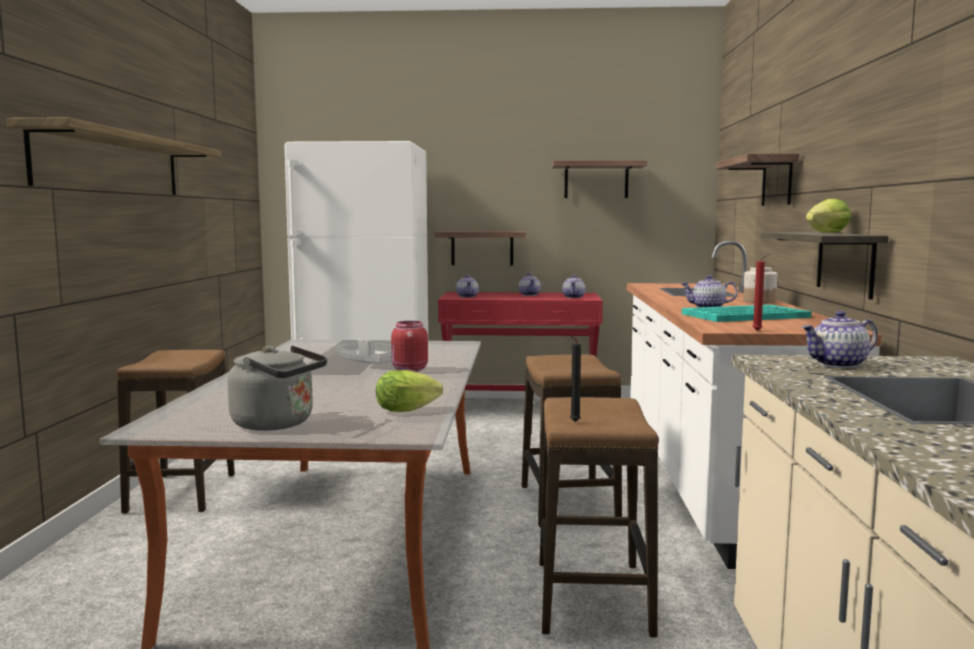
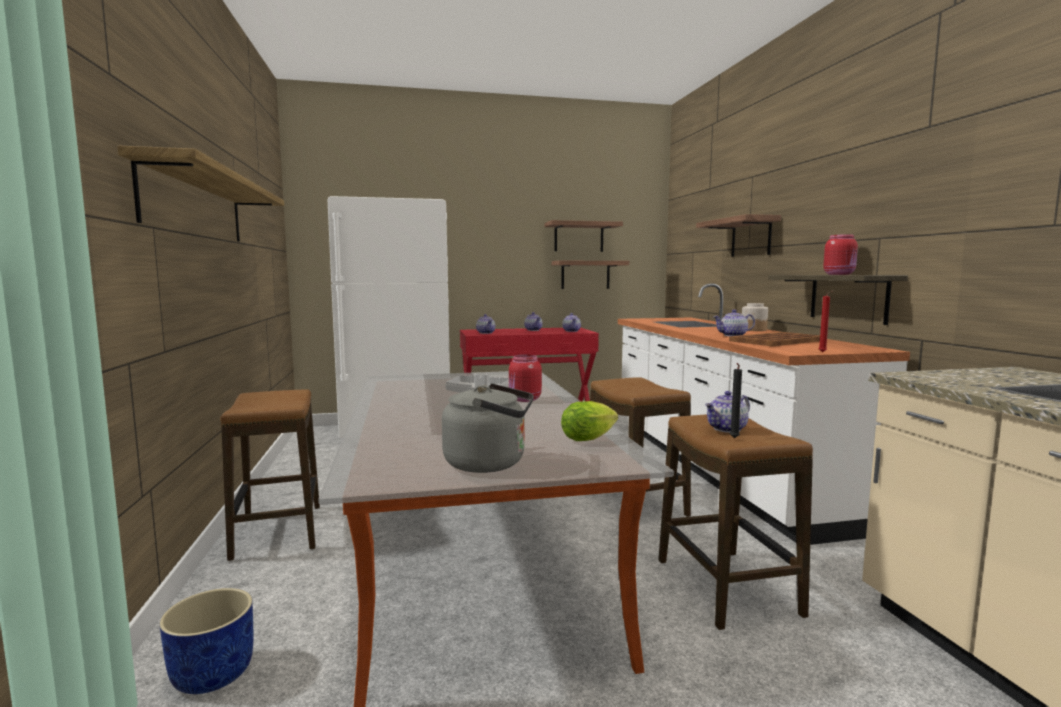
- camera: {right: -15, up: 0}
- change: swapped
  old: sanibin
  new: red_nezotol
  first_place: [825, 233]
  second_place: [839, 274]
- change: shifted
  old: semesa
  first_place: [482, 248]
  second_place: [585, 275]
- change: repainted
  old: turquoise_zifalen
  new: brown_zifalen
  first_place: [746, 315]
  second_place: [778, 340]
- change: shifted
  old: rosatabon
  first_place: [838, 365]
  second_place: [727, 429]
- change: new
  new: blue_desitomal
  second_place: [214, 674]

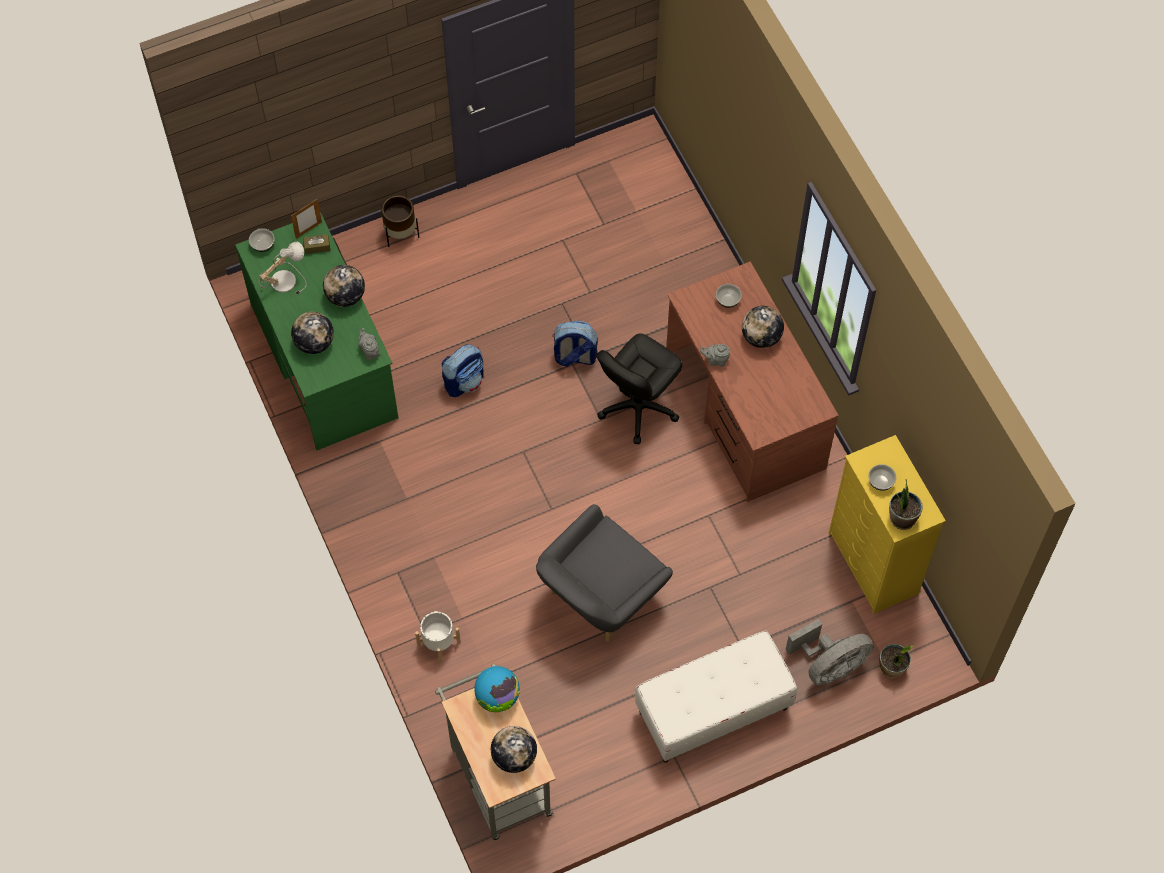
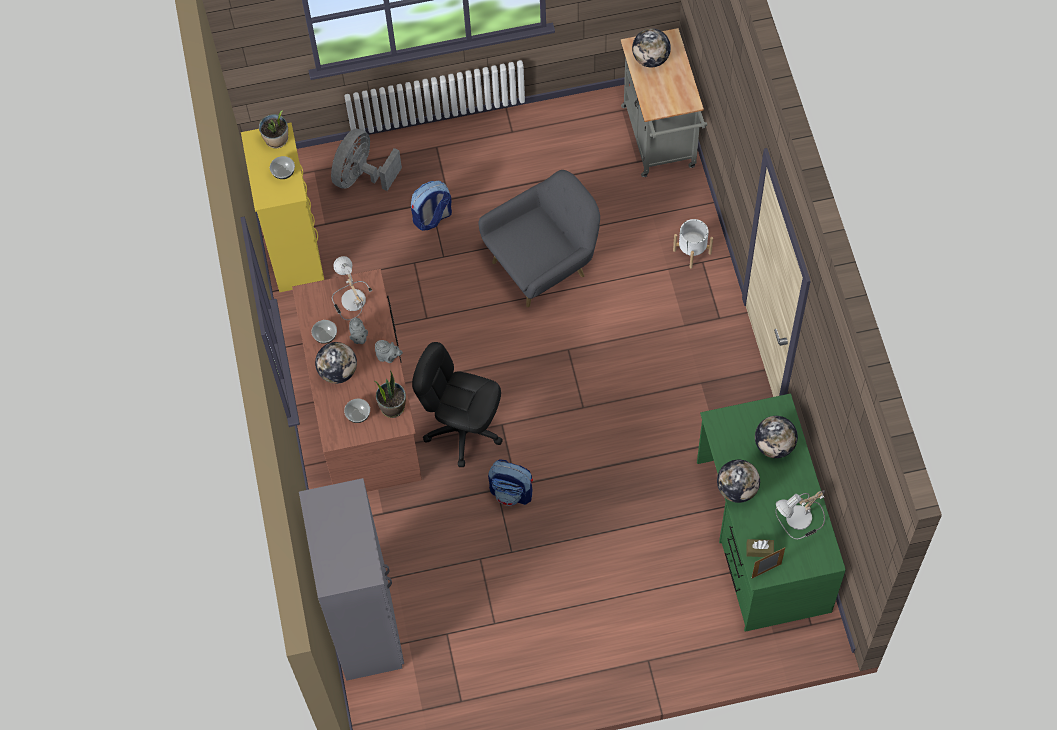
- camera: {right: -165, up: 0}
- change: gone
  old: brown_desitomal
  first_place: [401, 234]
- change: shifted
  old: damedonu
  first_place: [262, 245]
  second_place: [325, 336]
- change: shifted
  old: grey_rosatabon
  first_place: [369, 351]
  second_place: [359, 338]
- change: rotated
  old: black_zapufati
  first_place: [638, 407]
  second_place: [463, 430]
  degrees: -120
- change: shifted
  old: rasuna
  first_place: [464, 381]
  second_place: [432, 218]
- change: rotated
  old: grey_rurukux
  first_place: [829, 666]
  second_place: [362, 176]
  degrees: -45
- change: gone
  old: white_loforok
  first_place: [713, 711]
- change: shifted
  old: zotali
  first_place: [892, 667]
  second_place: [392, 407]
- change: gone
  old: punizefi
  first_place: [497, 697]
- change: new
  new: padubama
  second_place: [350, 300]
- change: new
  new: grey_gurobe
  second_place: [366, 623]

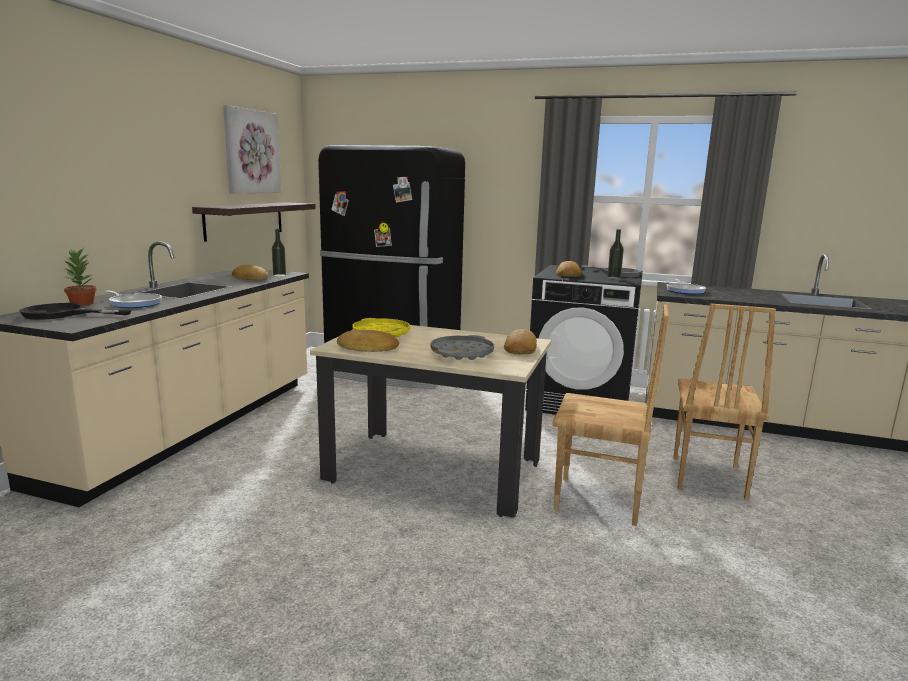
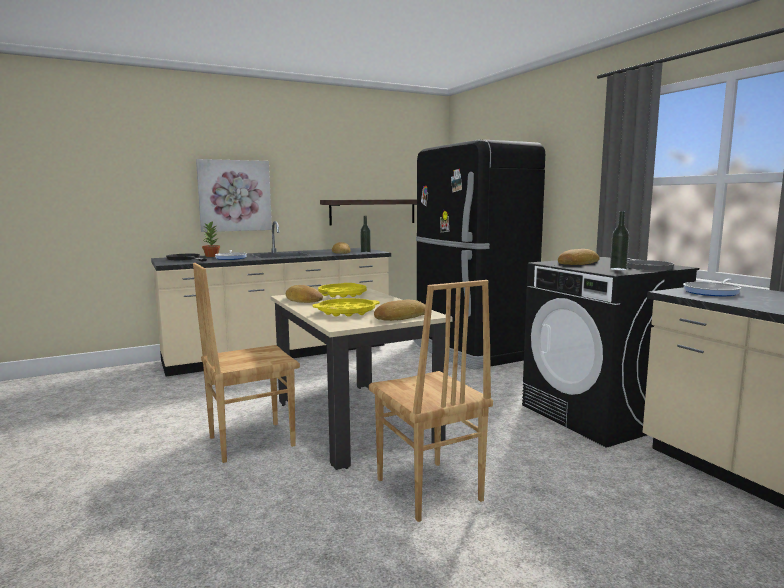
- camera: {right: 45, up: -5}
- change: shifted
  old: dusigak
  first_place: [251, 152]
  second_place: [234, 195]
- change: shifted
  old: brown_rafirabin
  first_place: [706, 478]
  second_place: [250, 441]
- change: repainted
  old: grey_zifalen
  new: yellow_zifalen
  first_place: [462, 353]
  second_place: [346, 312]

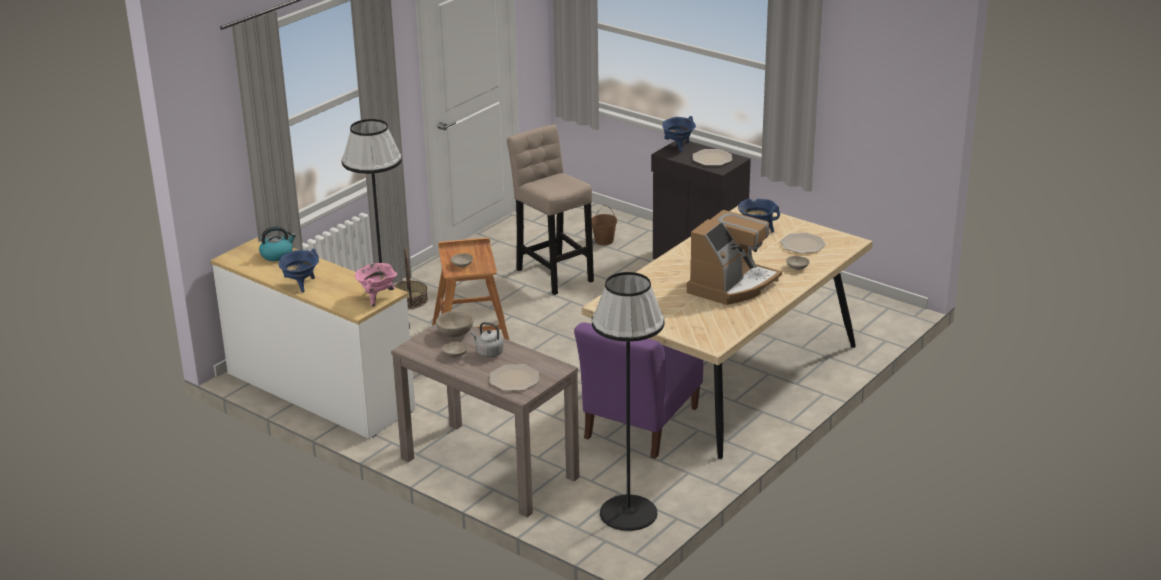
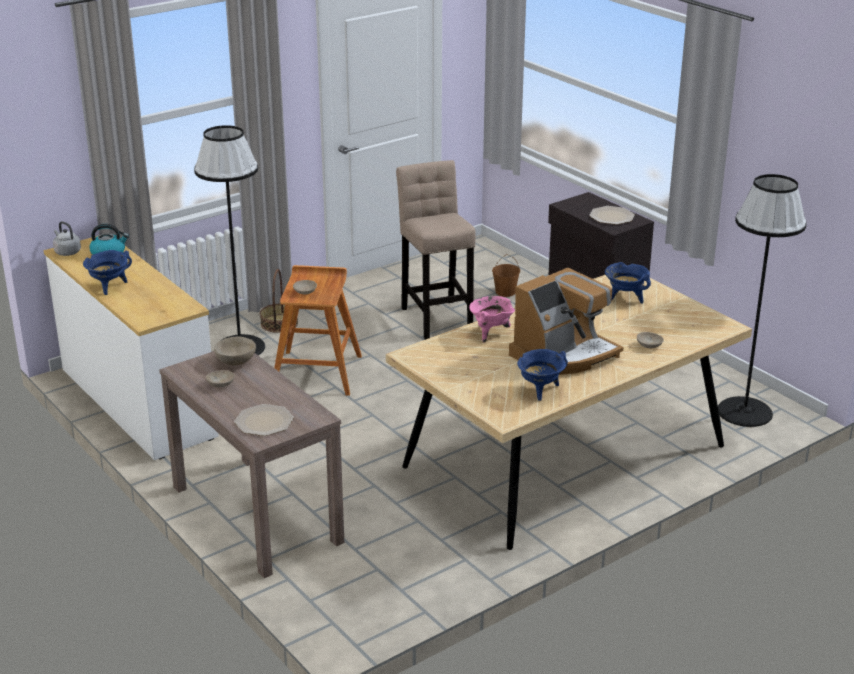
- camera: {right: 15, up: 0}
- change: shifted
  old: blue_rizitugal
  first_place: [678, 146]
  second_place: [540, 390]
- change: gone
  old: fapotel
  first_place: [802, 244]
- change: shifted
  old: pink_rizitugal
  first_place: [377, 298]
  second_place: [490, 333]
- change: shifted
  old: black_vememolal
  first_place: [628, 513]
  second_place: [745, 412]
- change: shifted
  old: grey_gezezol
  first_place: [488, 352]
  second_place: [67, 252]
- change: gone
  old: purple_rafirabin
  first_place: [639, 426]

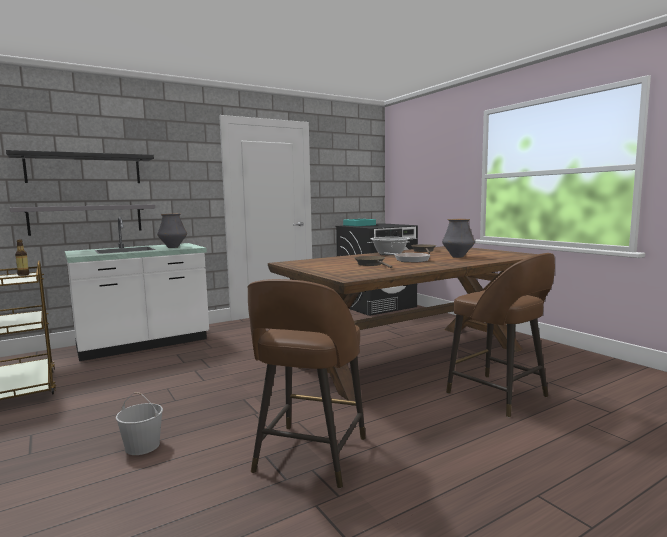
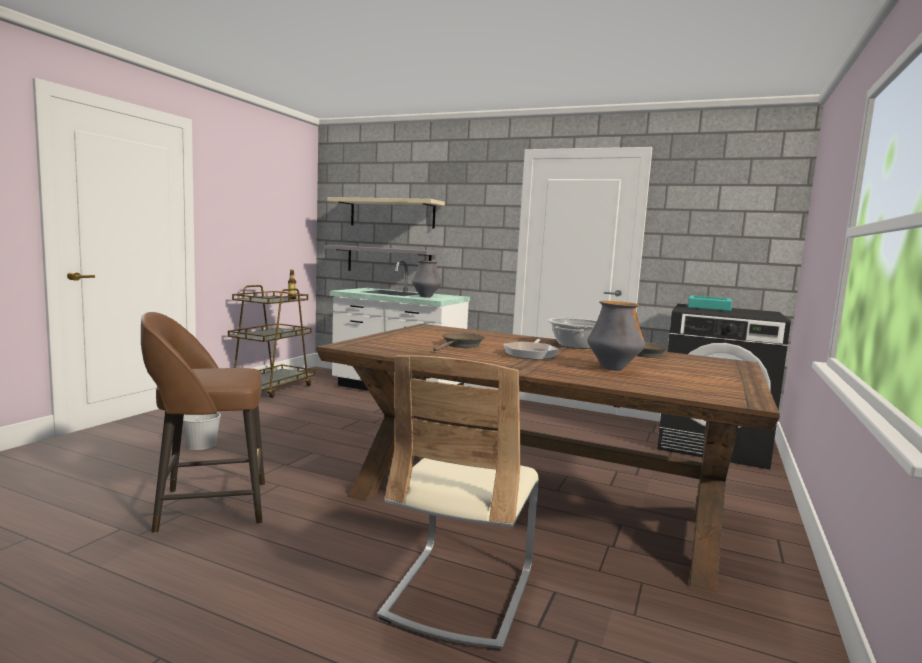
- camera: {right: 55, up: 0}
- change: repainted
  old: black_semesa
  new: beige_semesa
  first_place: [84, 169]
  second_place: [392, 213]
- change: swapped
  old: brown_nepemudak
  new: beige_rafirabin
  first_place: [499, 396]
  second_place: [459, 593]

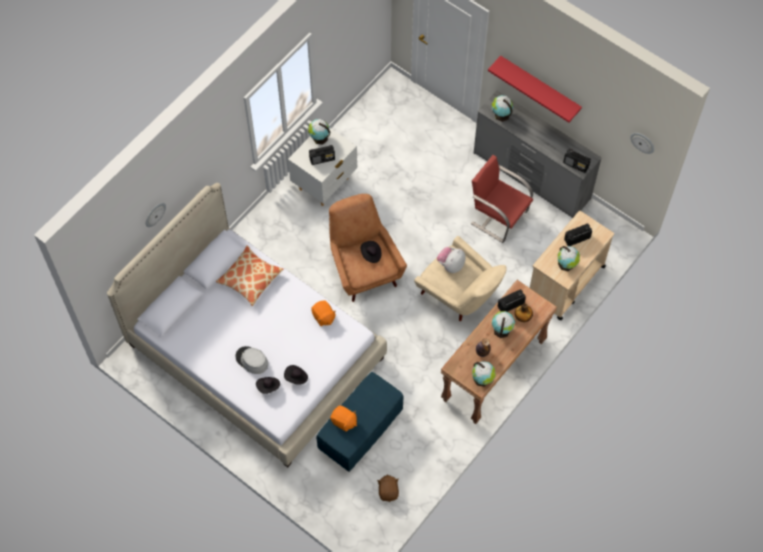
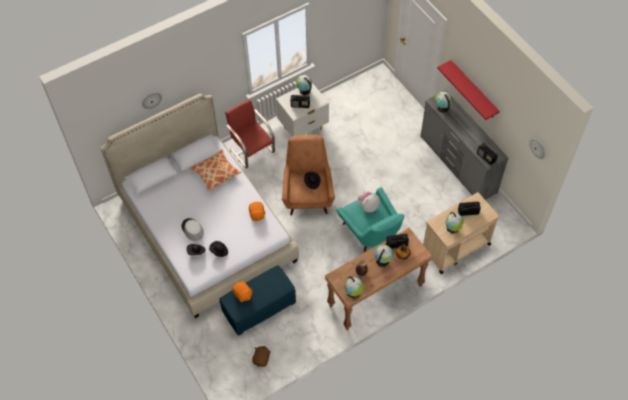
- camera: {right: 20, up: -5}
- change: shifted
  old: red_rafirabin
  first_place: [498, 216]
  second_place: [252, 150]
- change: repainted
  old: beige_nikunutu
  new: turquoise_nikunutu
  first_place: [459, 296]
  second_place: [371, 234]

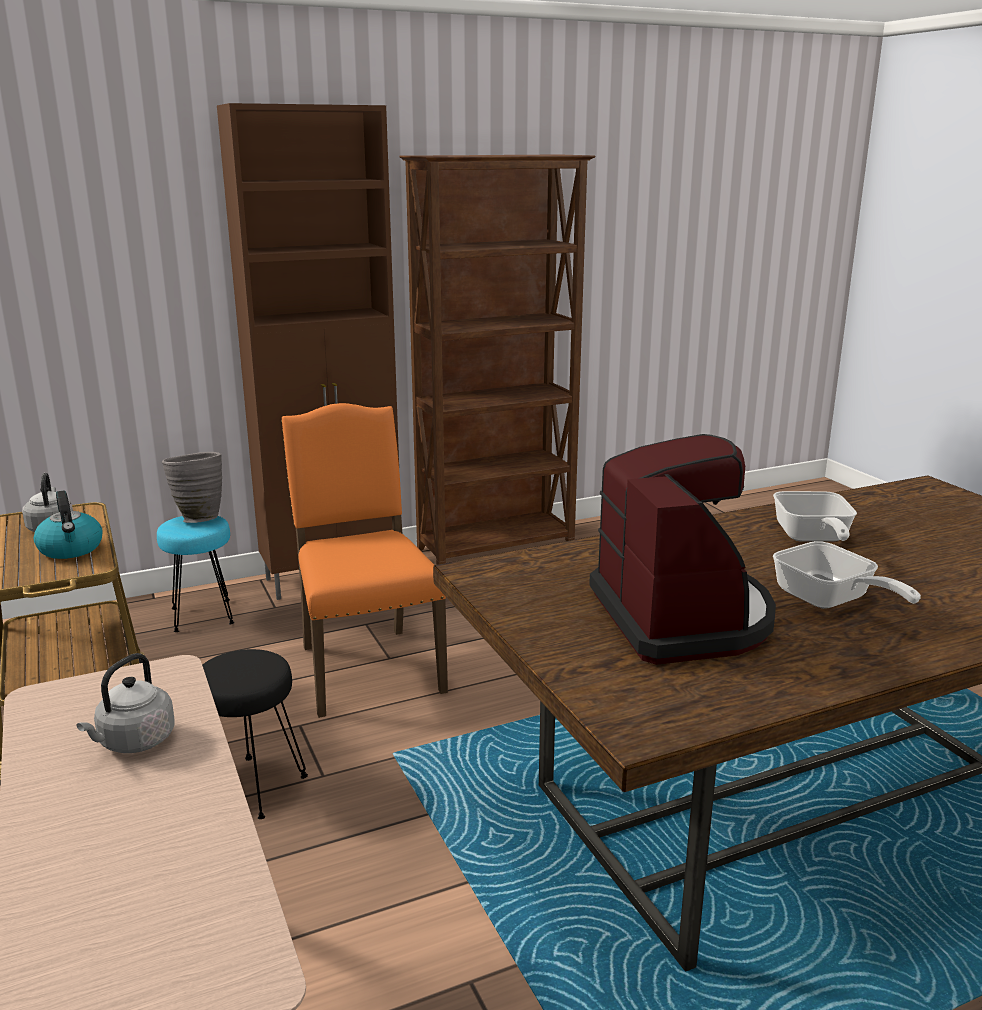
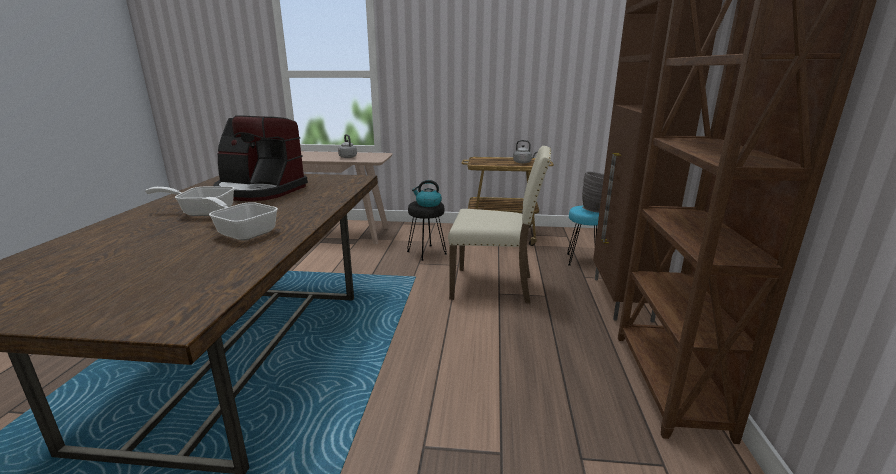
- camera: {right: 120, up: 0}
- change: repainted
  old: orange_rafirabin
  new: beige_rafirabin
  first_place: [366, 667]
  second_place: [494, 286]
- change: shifted
  old: gezezol
  first_place: [71, 549]
  second_place: [428, 204]

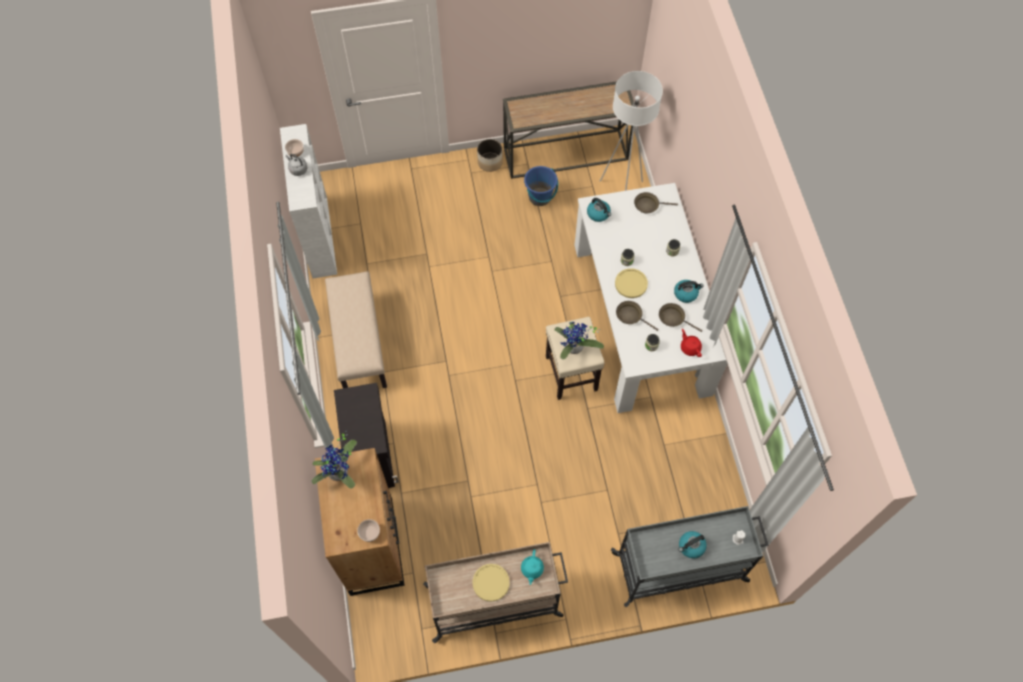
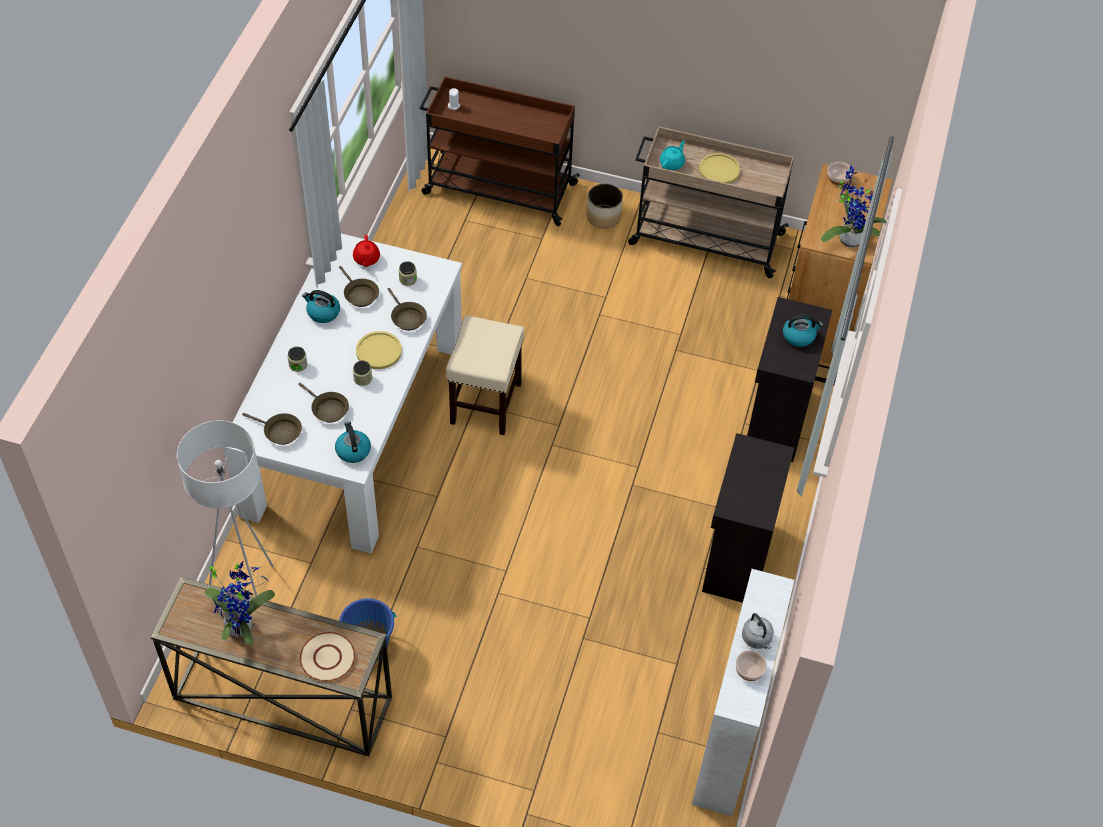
- camera: {right: -155, up: -10}
- change: shifted
  old: desitomal
  first_place: [490, 162]
  second_place: [603, 217]
- change: swapped
  old: beige_loforok
  new: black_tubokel
  first_place: [358, 343]
  second_place: [736, 558]
- change: shifted
  old: zotali
  first_place: [574, 349]
  second_place: [242, 624]
- change: repainted
  old: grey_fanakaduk
  new: brown_fanakaduk
  first_place: [681, 567]
  second_place: [498, 188]
- change: shifted
  old: gezezol
  first_place: [691, 547]
  second_place: [799, 336]
- change: new
  new: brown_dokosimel
  second_place: [327, 409]
- change: new
  new: beige_fapotel
  second_place: [328, 658]

